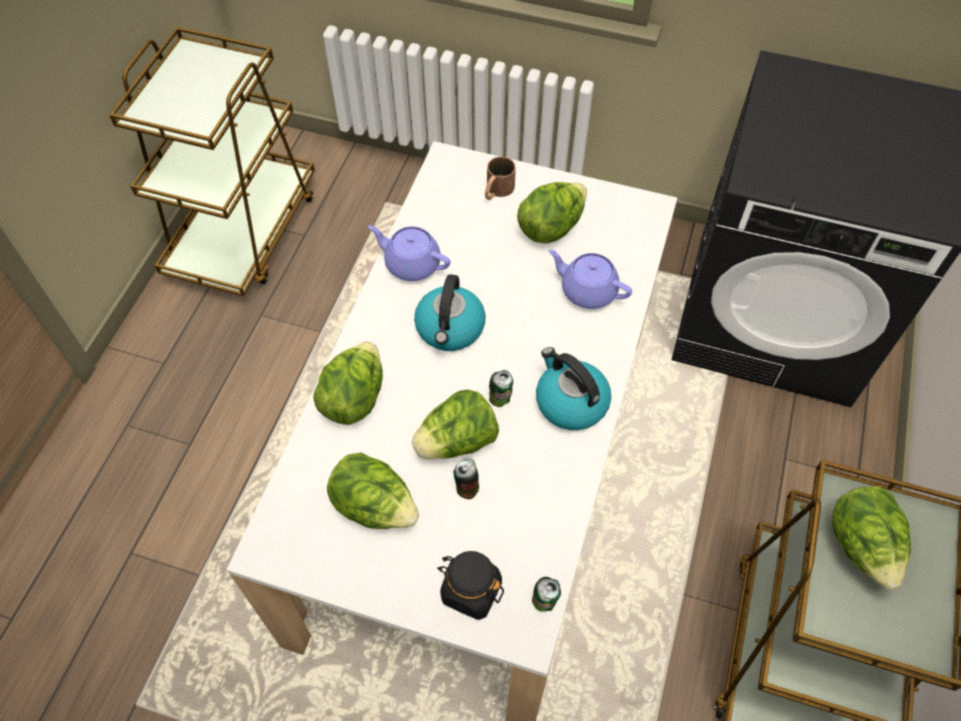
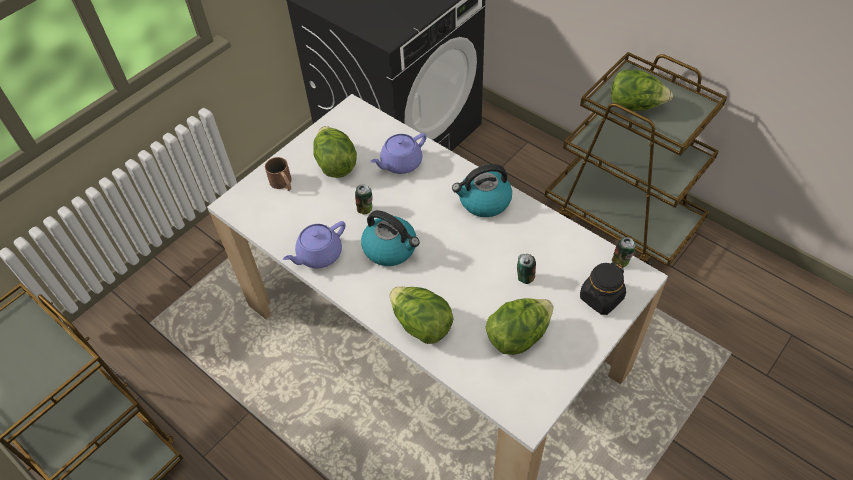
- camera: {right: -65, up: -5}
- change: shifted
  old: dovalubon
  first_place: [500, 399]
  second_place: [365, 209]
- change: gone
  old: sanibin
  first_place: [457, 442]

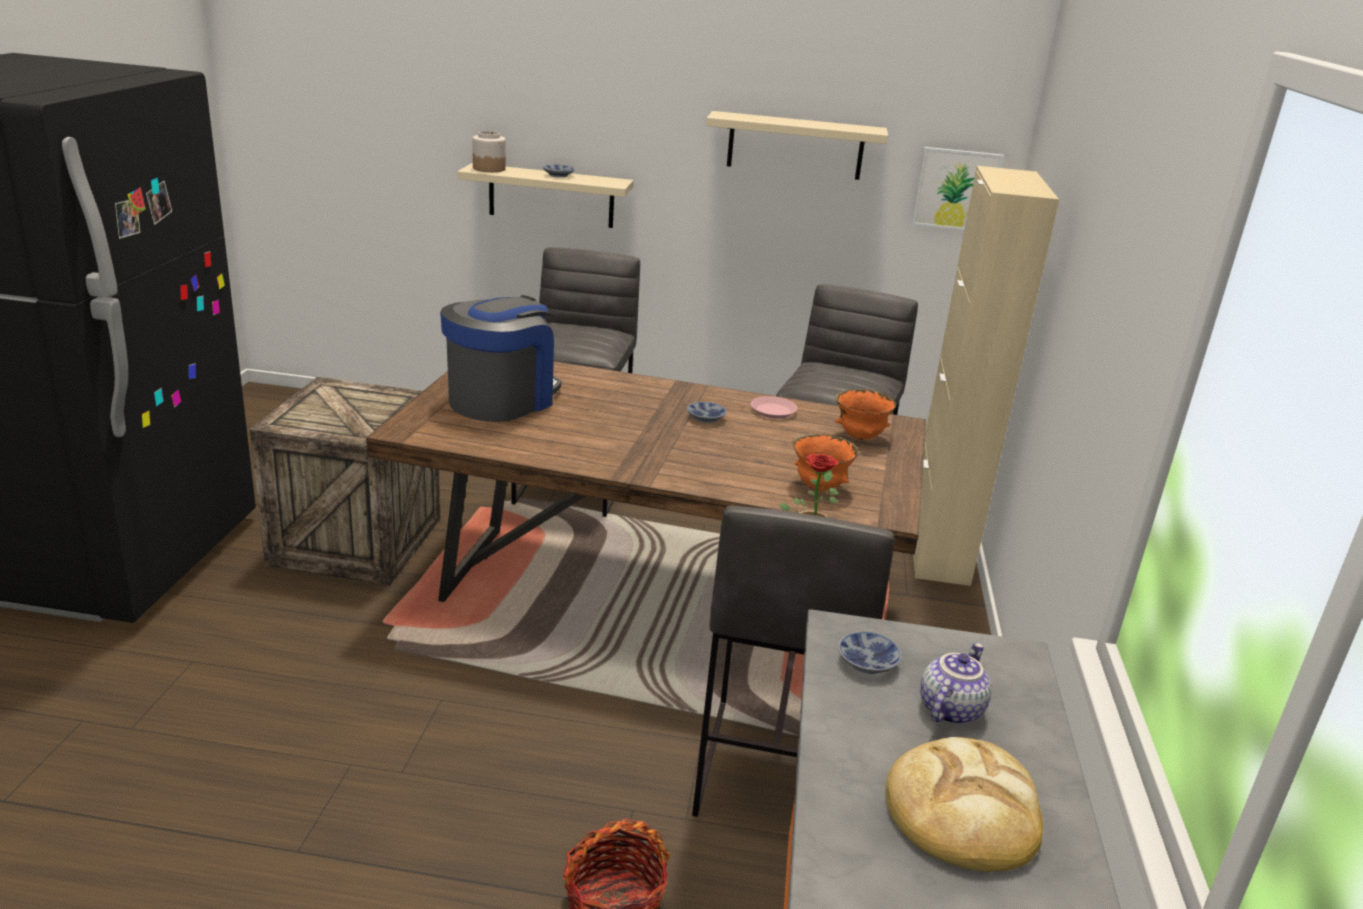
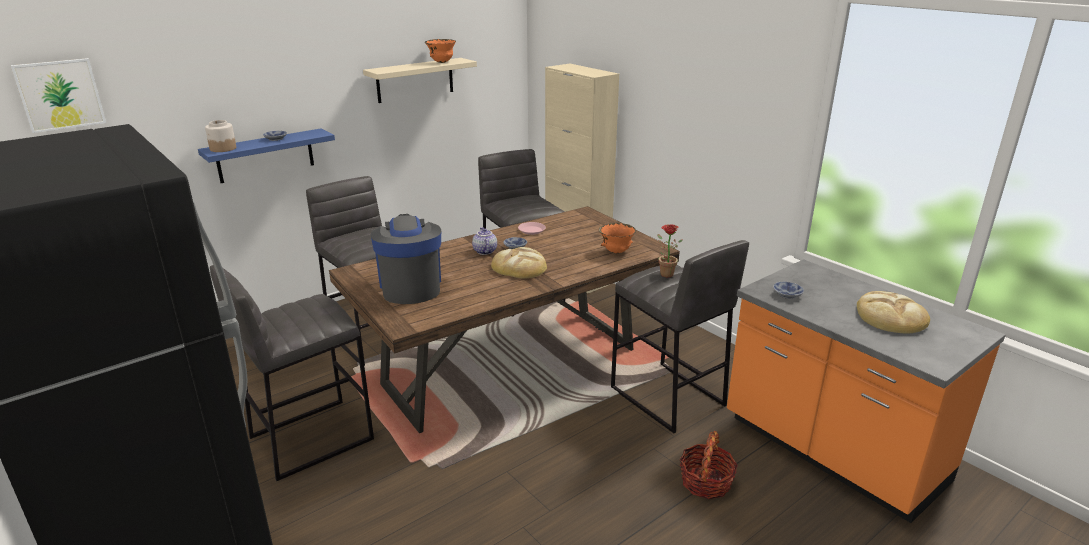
- camera: {right: -45, up: 0}
- change: shifted
  old: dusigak
  first_place: [956, 189]
  second_place: [60, 95]
- change: repainted
  old: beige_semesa
  new: blue_semesa
  first_place: [551, 196]
  second_place: [265, 156]
- change: swapped
  old: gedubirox
  new: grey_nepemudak
  first_place: [355, 540]
  second_place: [310, 438]
- change: shifted
  old: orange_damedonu
  first_place: [860, 437]
  second_place: [441, 62]
- change: shifted
  old: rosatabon
  first_place: [949, 708]
  second_place: [484, 251]
- change: new
  new: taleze
  second_place: [519, 267]

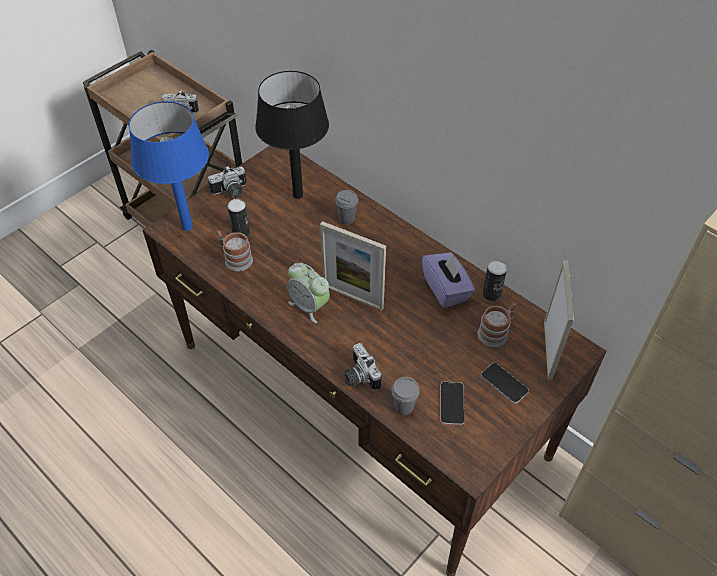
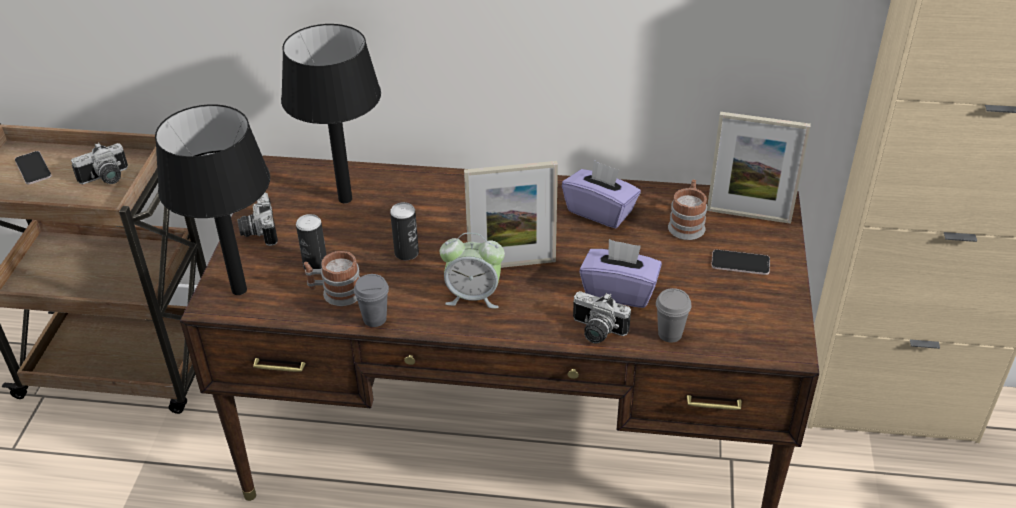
- camera: {right: -35, up: -10}
- change: repainted
  old: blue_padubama
  new: black_padubama
  first_place: [187, 226]
  second_place: [238, 290]
- change: rotated
  old: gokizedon
  first_place: [231, 192]
  second_place: [258, 231]
  degrees: 135
- change: shifted
  old: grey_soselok
  first_place: [347, 219]
  second_place: [375, 319]
- change: shifted
  old: dovalubon
  first_place: [491, 294]
  second_place: [406, 253]
- change: rotated
  old: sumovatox
  first_place: [548, 349]
  second_place: [748, 215]
  degrees: 135
- change: shifted
  old: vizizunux
  first_place: [452, 403]
  second_place: [33, 168]
- change: new
  new: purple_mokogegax
  second_place: [619, 291]

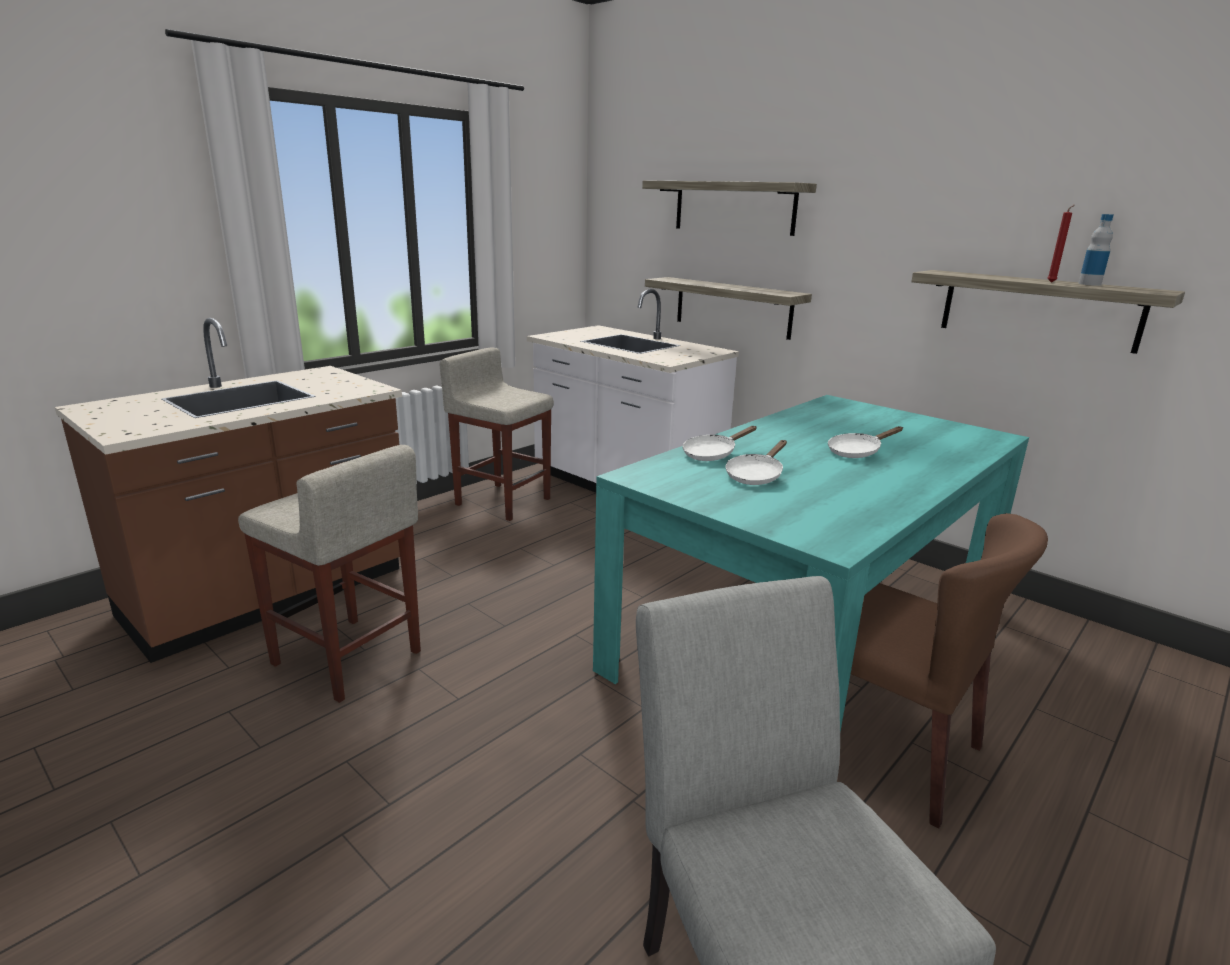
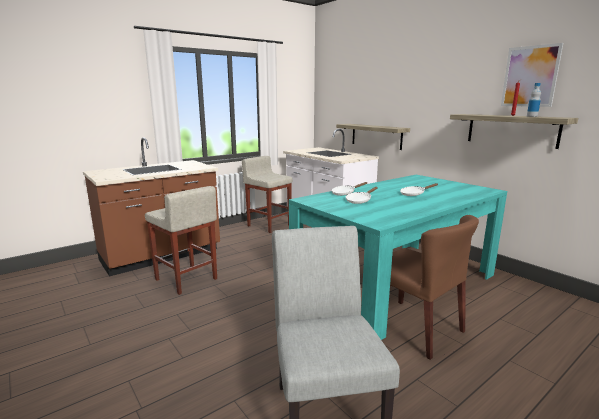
- camera: {right: 10, up: -5}
- change: gone
  old: semesa
  first_place: [734, 207]
- change: new
  new: dusigak
  second_place: [530, 76]

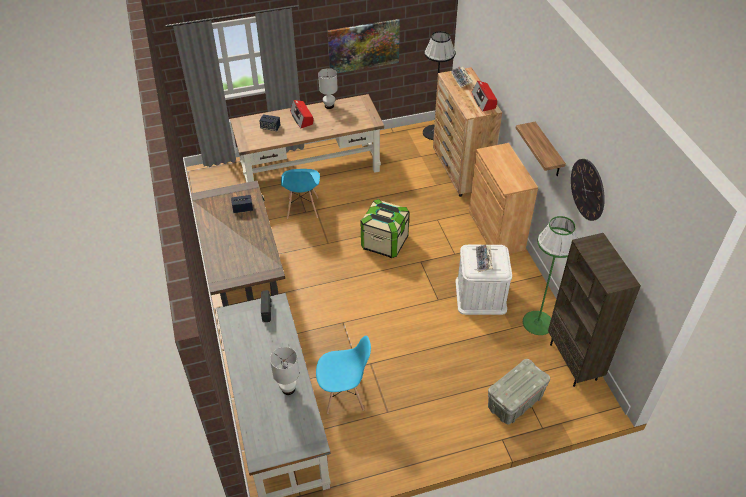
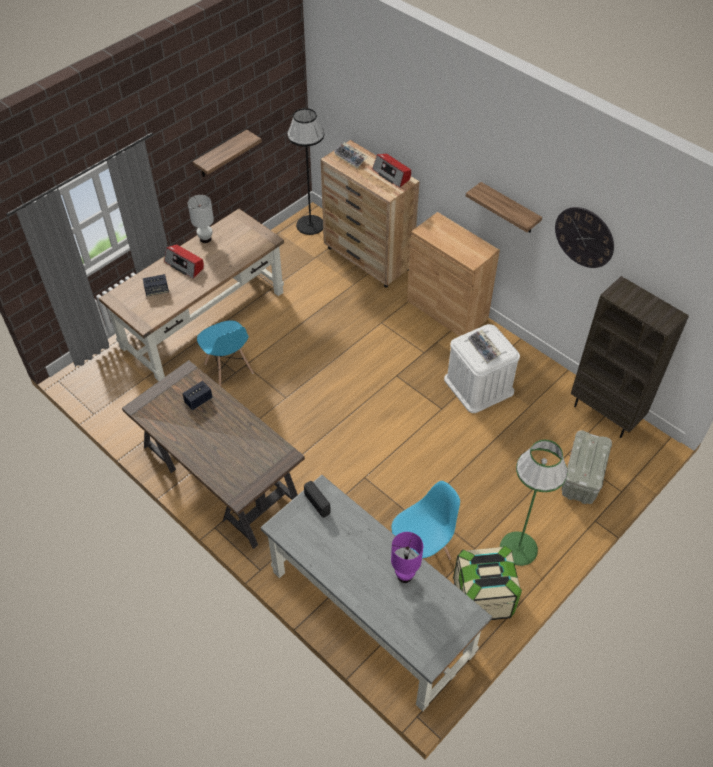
- camera: {right: -30, up: 5}
- change: swapped
  old: dusigak
  new: semesa
  first_place: [363, 46]
  second_place: [221, 154]
- change: shifted
  old: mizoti
  first_place: [384, 243]
  second_place: [483, 597]
- change: shifted
  old: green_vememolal
  first_place: [537, 323]
  second_place: [518, 548]
- change: repainted
  old: white_padubama
  new: purple_padubama
  first_place: [288, 389]
  second_place: [404, 576]

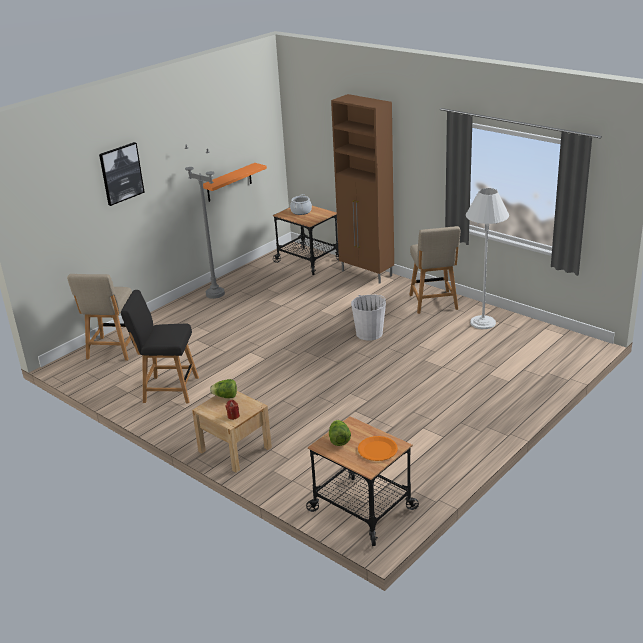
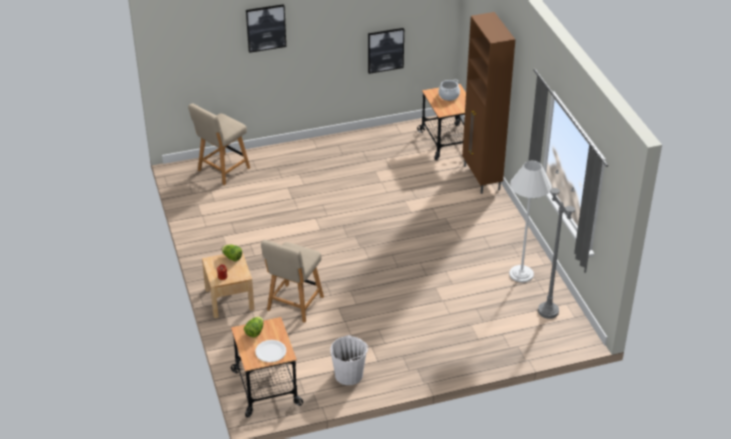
- camera: {right: 30, up: 10}
- change: shifted
  old: grey_vememolal
  first_place: [215, 294]
  second_place: [548, 311]
- change: swapped
  old: orange_semesa
  new: dusigak
  first_place: [229, 182]
  second_place: [385, 50]
- change: shifted
  old: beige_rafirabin
  first_place: [434, 303]
  second_place: [294, 305]
- change: gone
  old: black_rafirabin
  first_place: [168, 389]
- change: shifted
  old: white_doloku
  first_place: [369, 333]
  second_place: [349, 375]
- change: repainted
  old: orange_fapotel
  new: white_fapotel
  first_place: [377, 449]
  second_place: [271, 351]

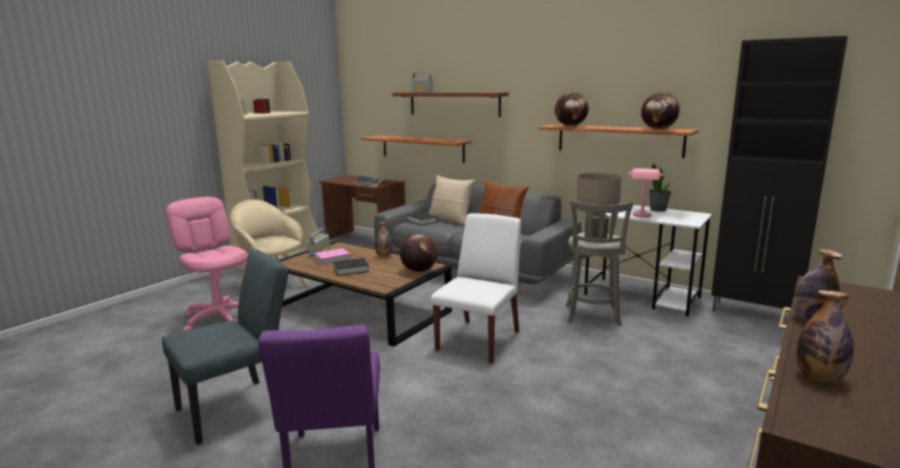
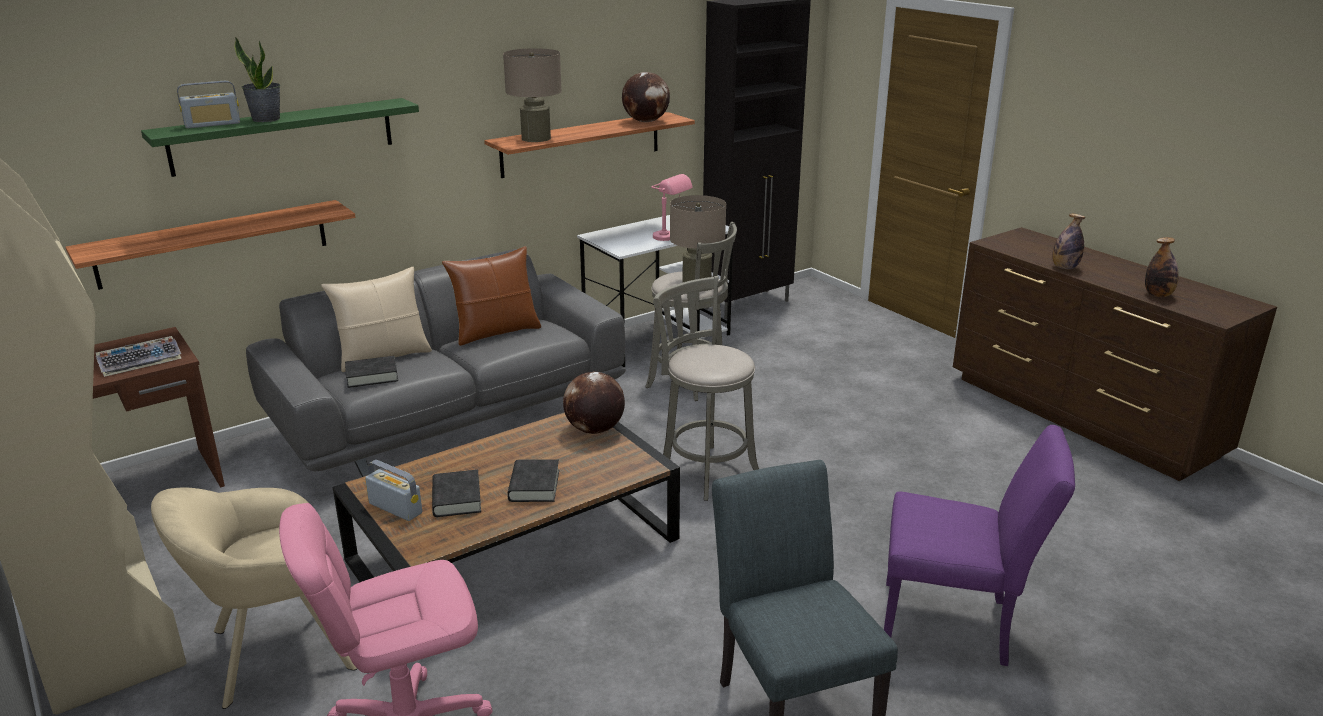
- camera: {right: -70, up: 10}
- change: repainted
  old: brown_semesa
  new: green_semesa
  first_place: [453, 103]
  second_place: [283, 136]
- change: swapped
  old: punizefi
  new: beige_padubama
  first_place: [571, 126]
  second_place: [536, 138]
- change: shifted
  old: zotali
  first_place: [658, 209]
  second_place: [266, 119]
- change: swapped
  old: white_rafirabin
  new: grey_nepemudak
  first_place: [479, 340]
  second_place: [705, 470]
- change: gone
  old: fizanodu
  first_place: [384, 256]
- change: repainted
  old: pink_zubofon
  new: black_zubofon
  first_place: [332, 259]
  second_place: [456, 498]

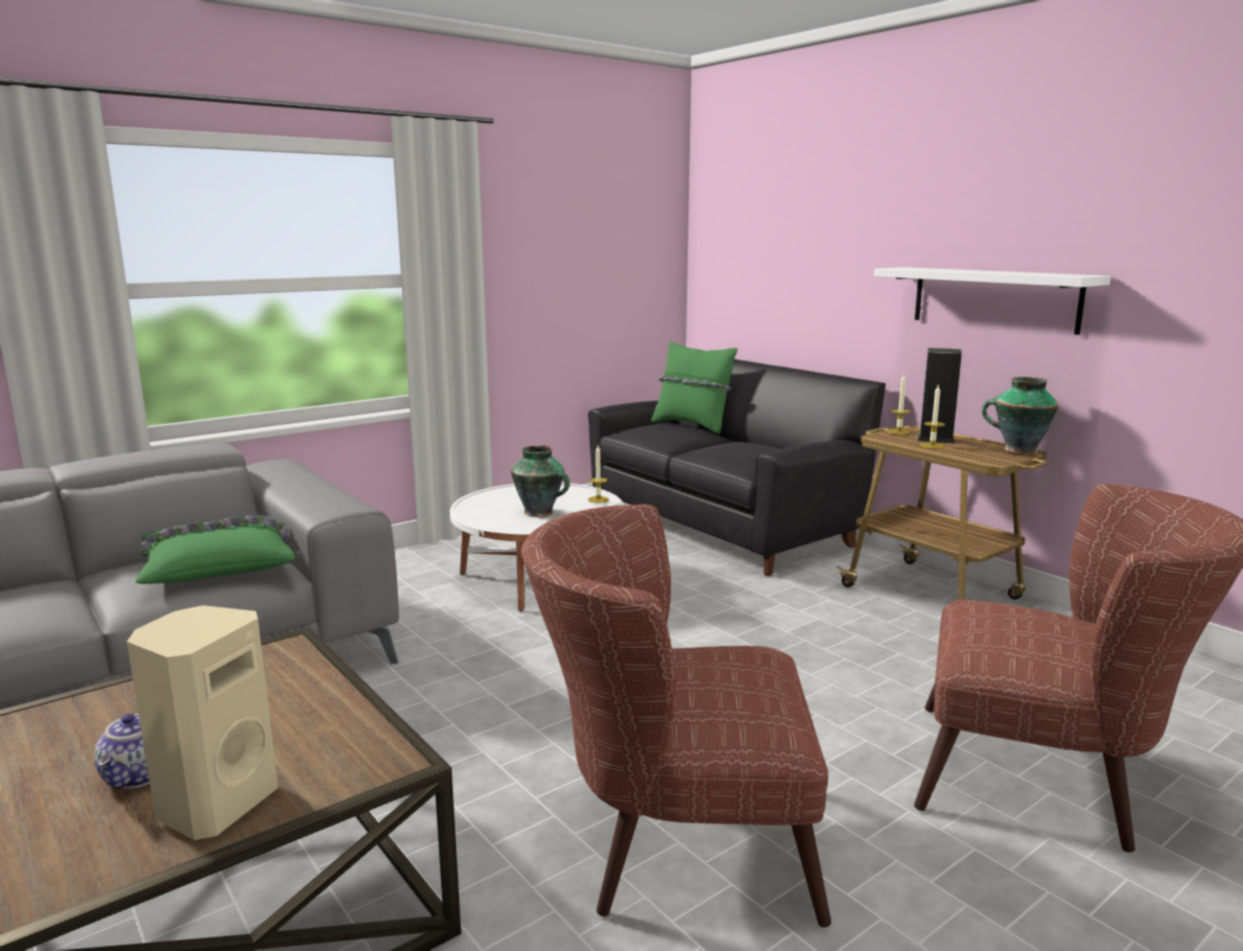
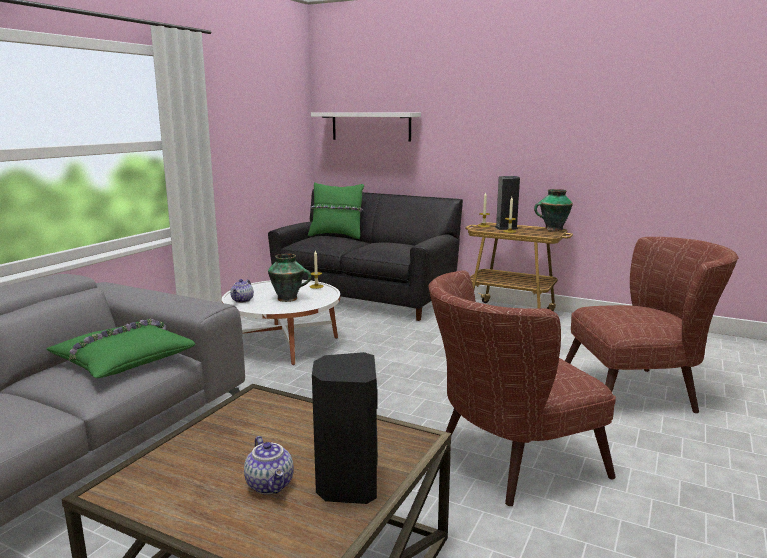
- camera: {right: -25, up: 0}
- change: shifted
  old: white_semesa
  first_place: [994, 299]
  second_place: [371, 126]
- change: repainted
  old: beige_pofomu
  new: black_pofomu
  first_place: [215, 804]
  second_place: [346, 485]
- change: new
  new: rosatabon
  second_place: [243, 300]

